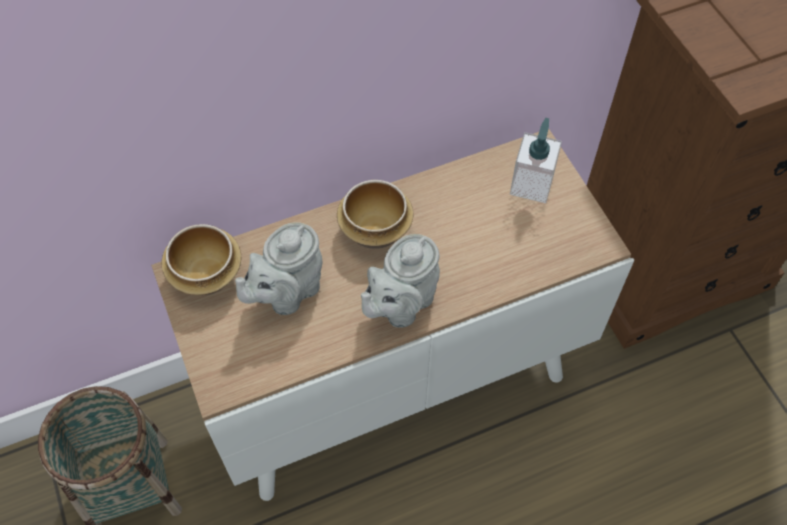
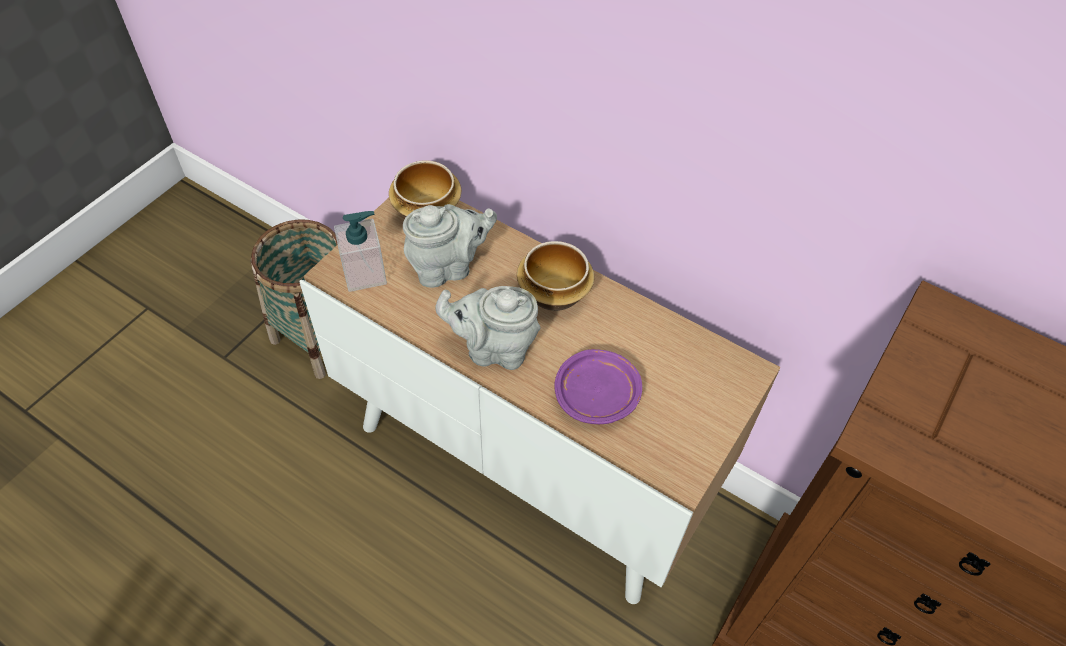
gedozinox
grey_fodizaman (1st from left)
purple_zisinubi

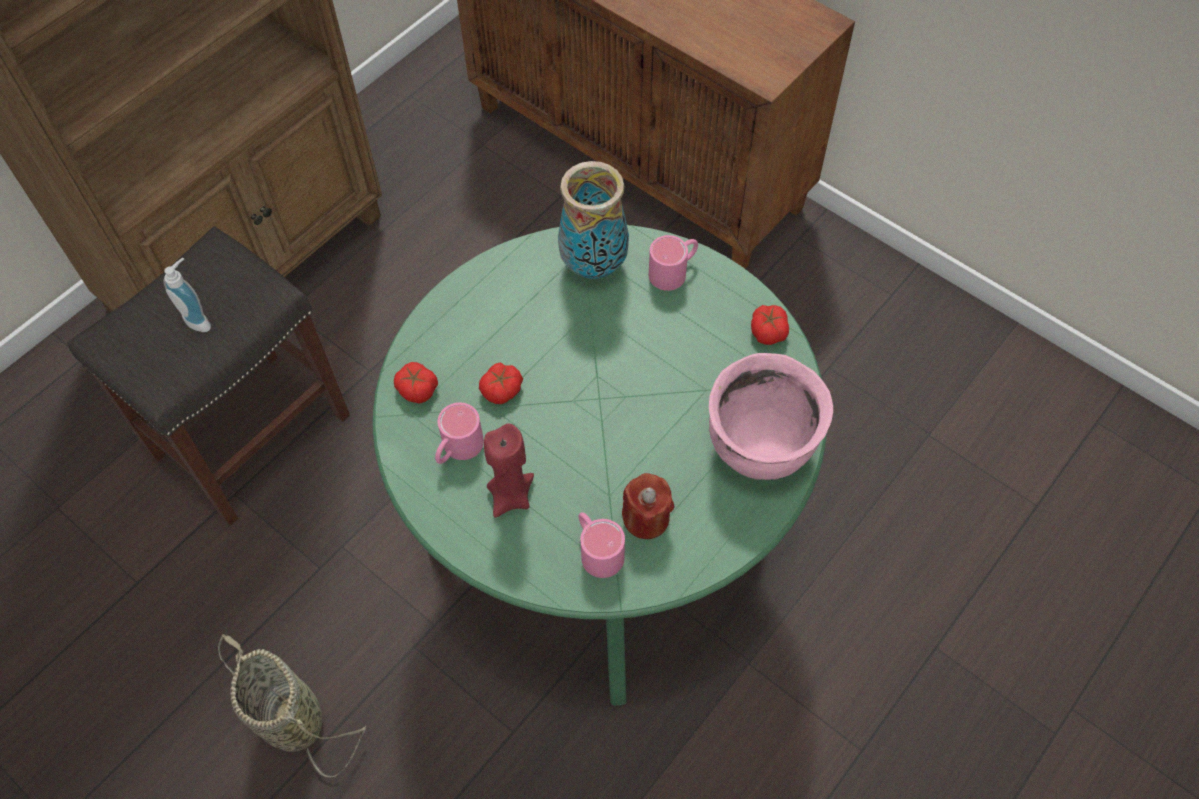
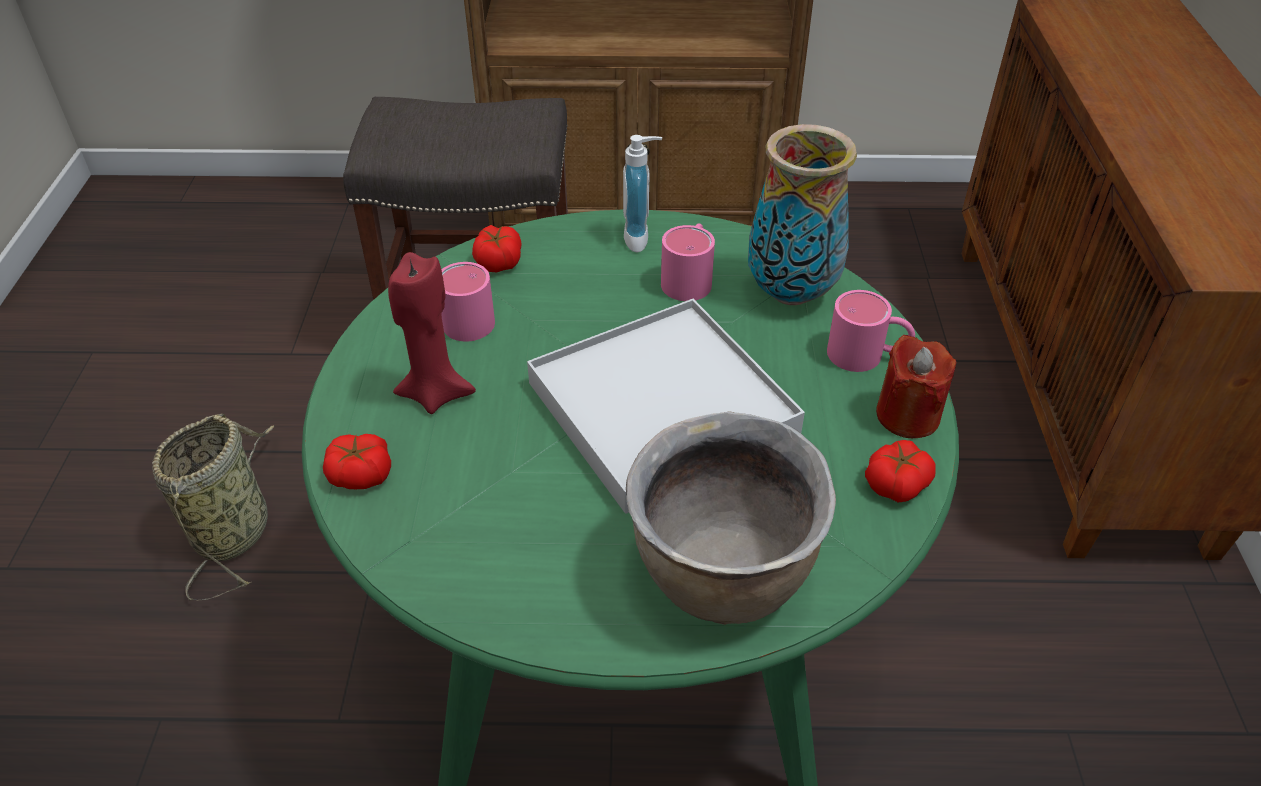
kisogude (1st from left)
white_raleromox
gedozinox
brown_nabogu
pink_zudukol (2nd from left)
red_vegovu (2nd from left)

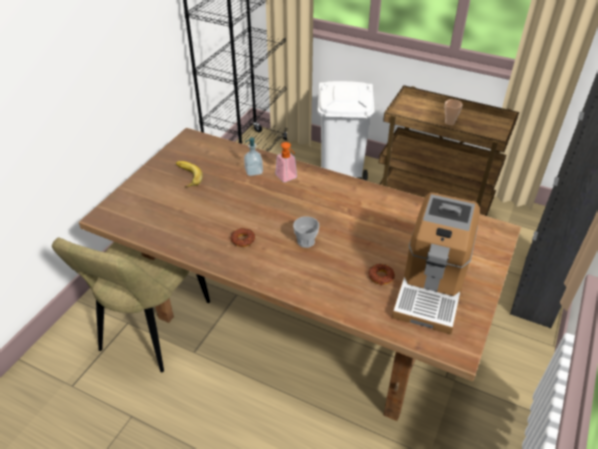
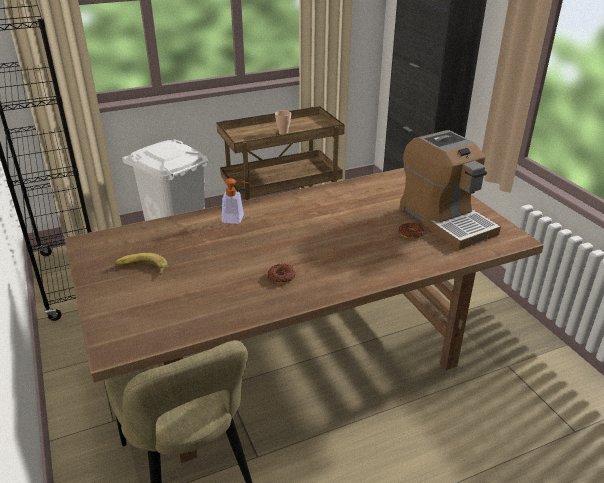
gedozinox (1st from left in the first image)
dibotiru (1st from left in the first image)

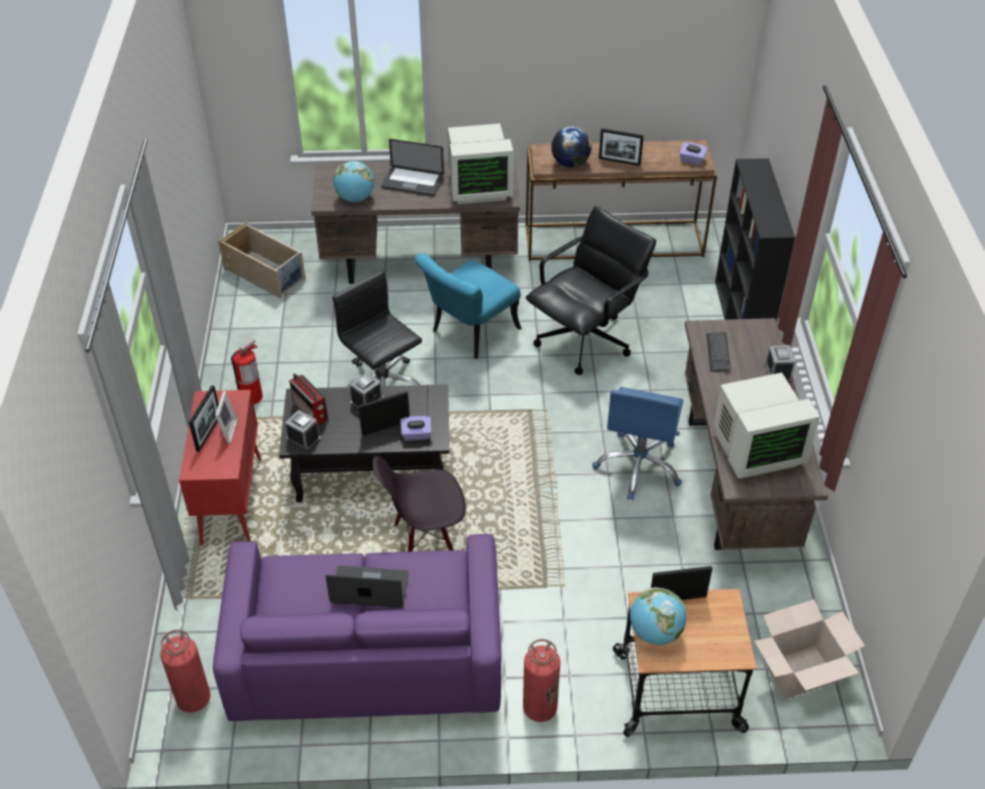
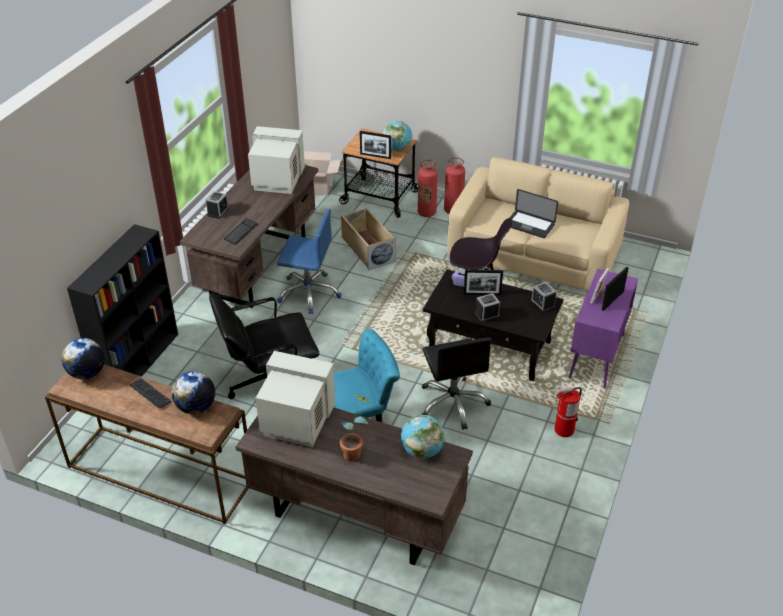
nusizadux (1st from left)
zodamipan (1st from left)
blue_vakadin
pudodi
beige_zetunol
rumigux (1st from left)
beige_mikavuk
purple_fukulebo
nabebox

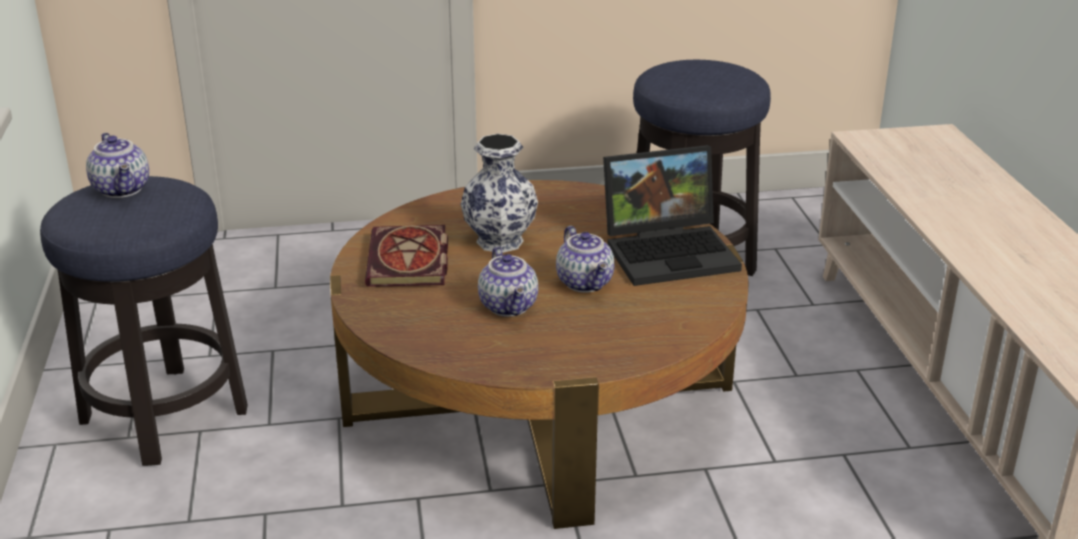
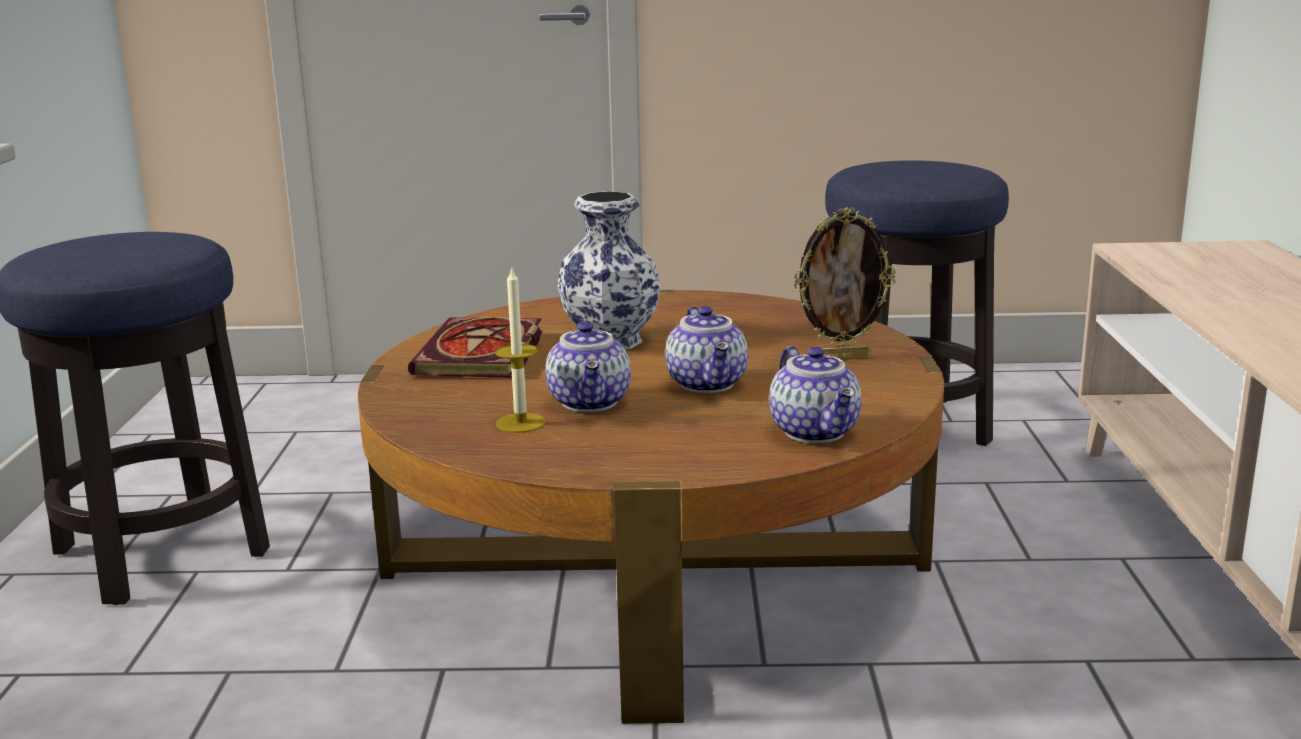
vegovu
fodizaman (3rd from left)
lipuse

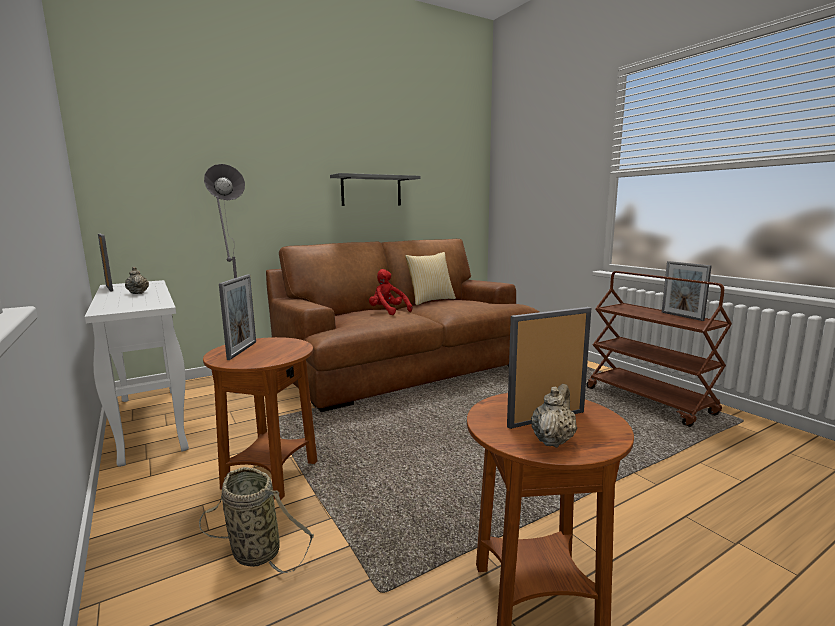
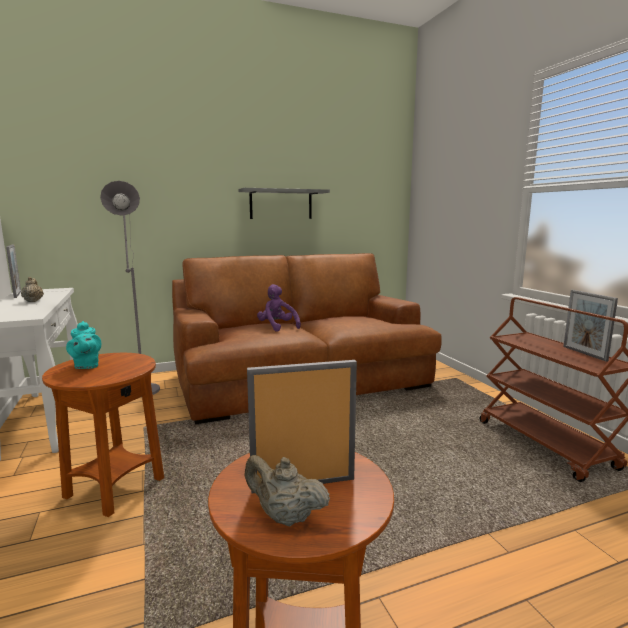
turquoise_fodizaman
beige_fodizaman (2nd from left)
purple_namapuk
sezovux
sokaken

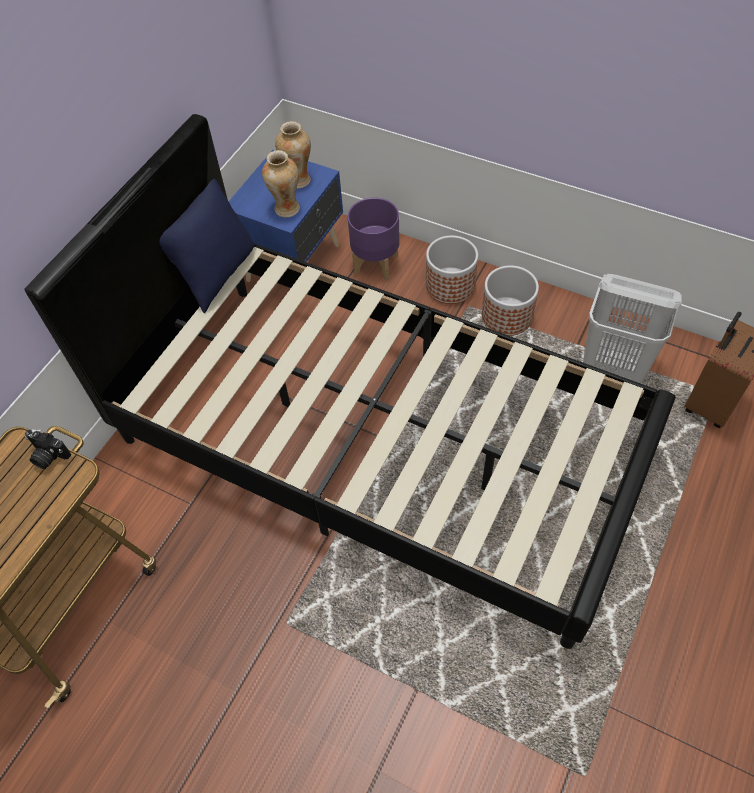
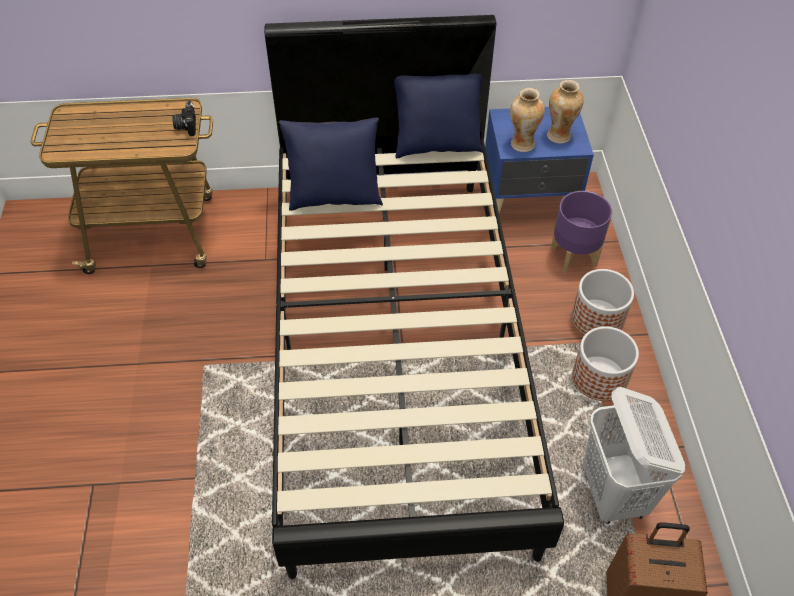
blue_sokaken (1st from left)

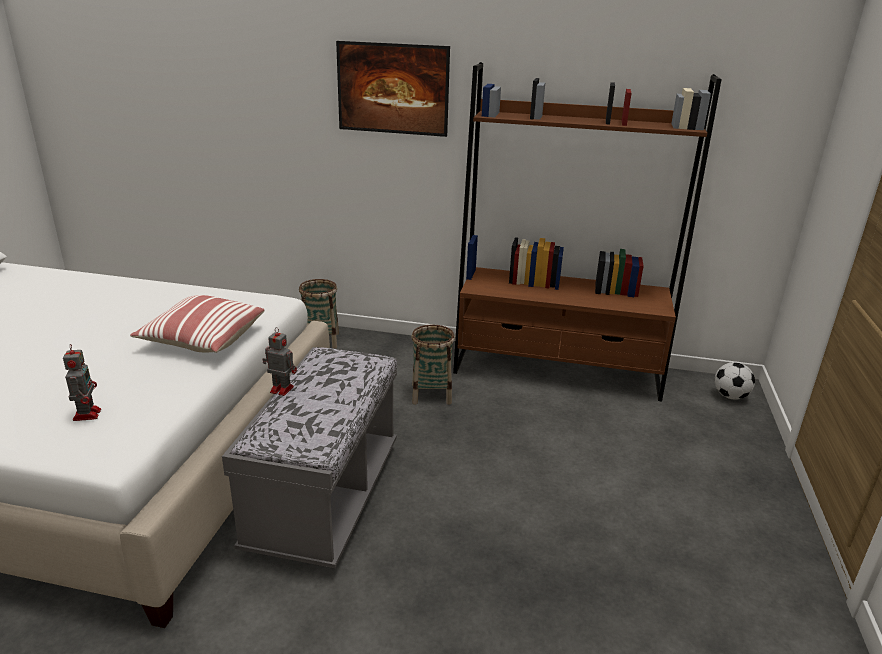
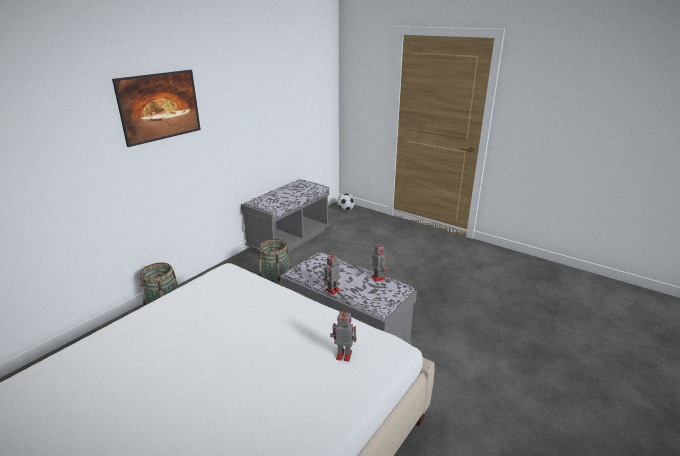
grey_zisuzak (1st from left)
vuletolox (3rd from left)
sokaken

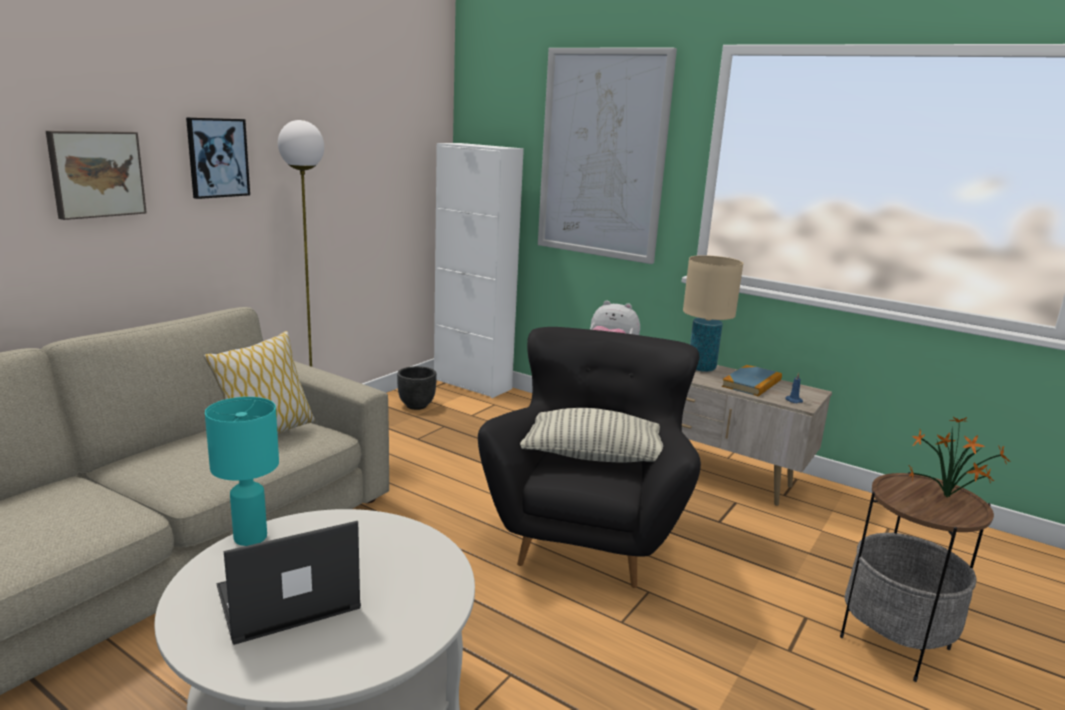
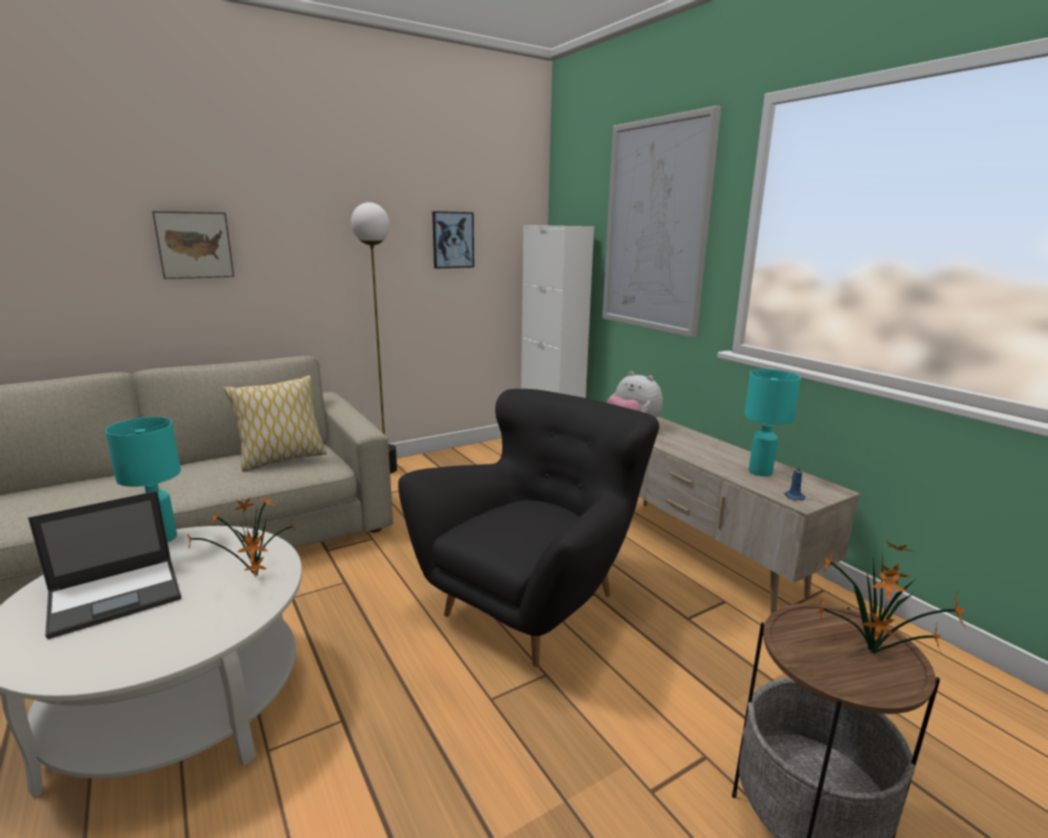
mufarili
pudodi (1st from left)
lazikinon (2nd from left)
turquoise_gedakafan (2nd from left)
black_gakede
sokaken (2nd from left in the first image)
beige_gedakafan

